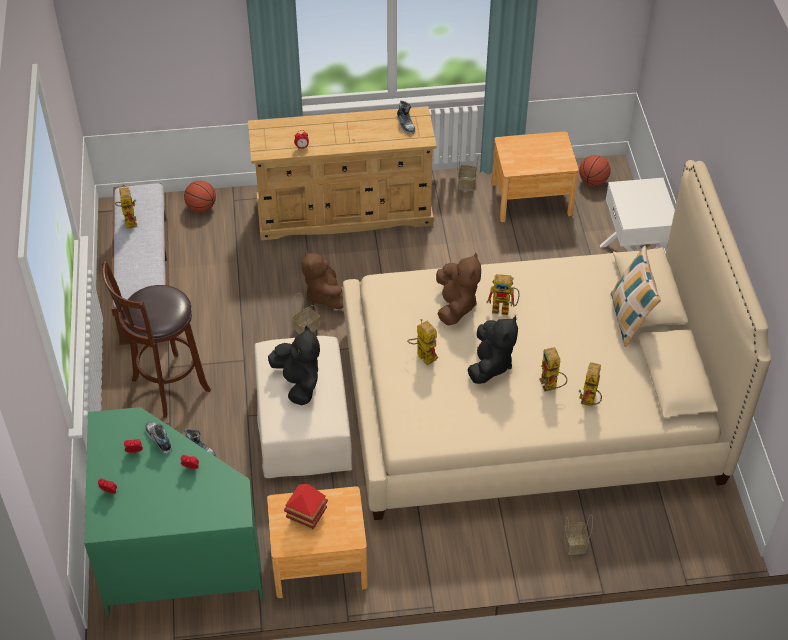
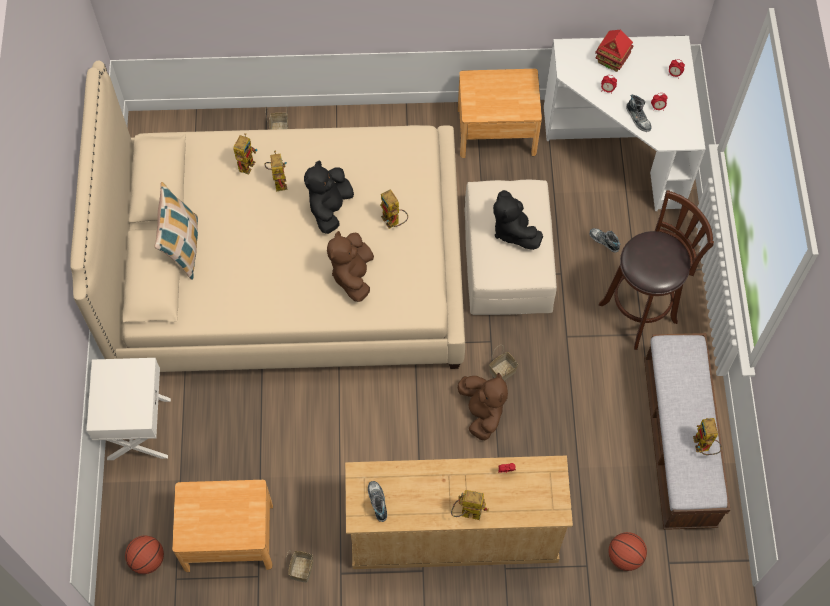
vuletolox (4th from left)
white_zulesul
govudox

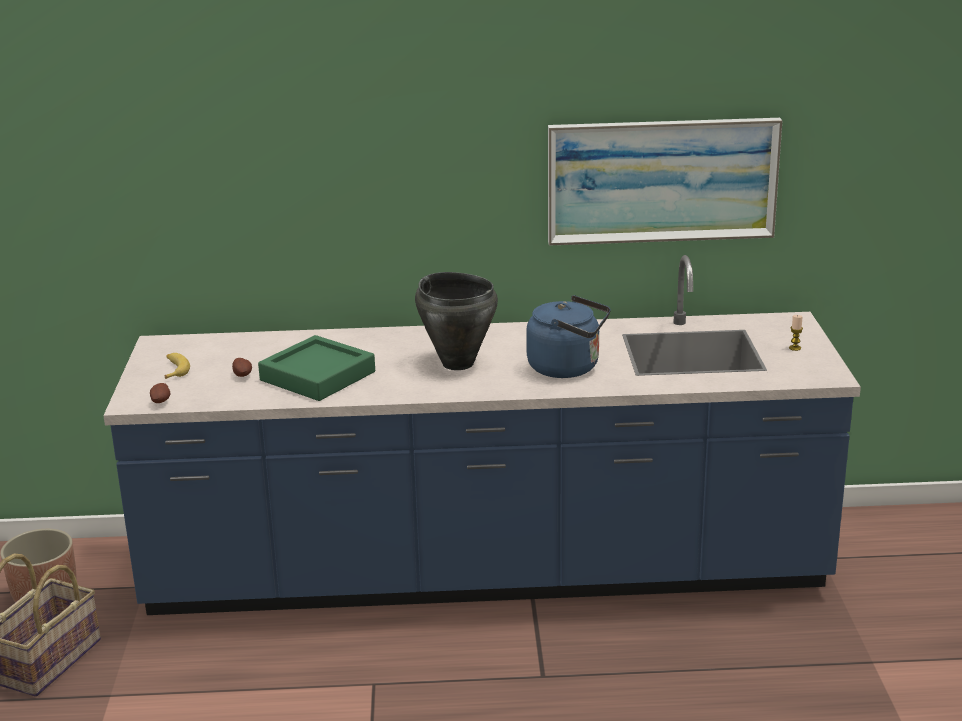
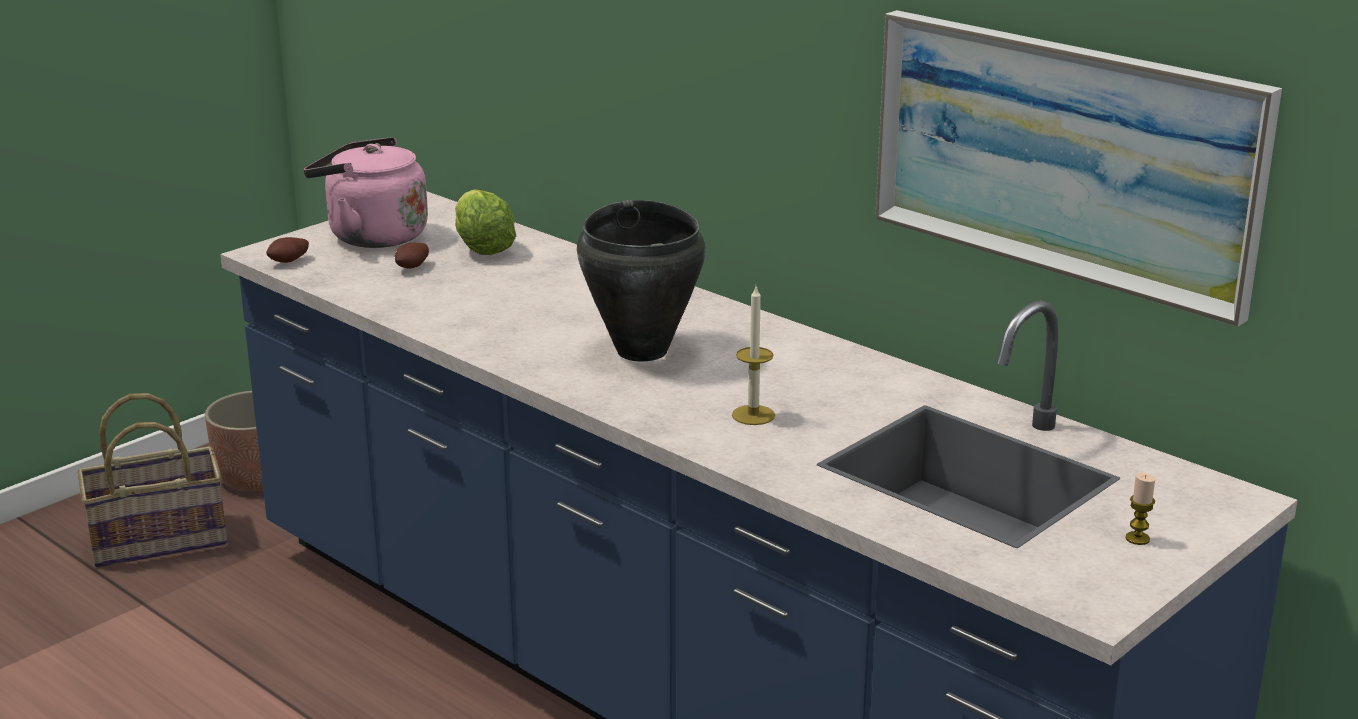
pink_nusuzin
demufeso
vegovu (1st from left)
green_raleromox

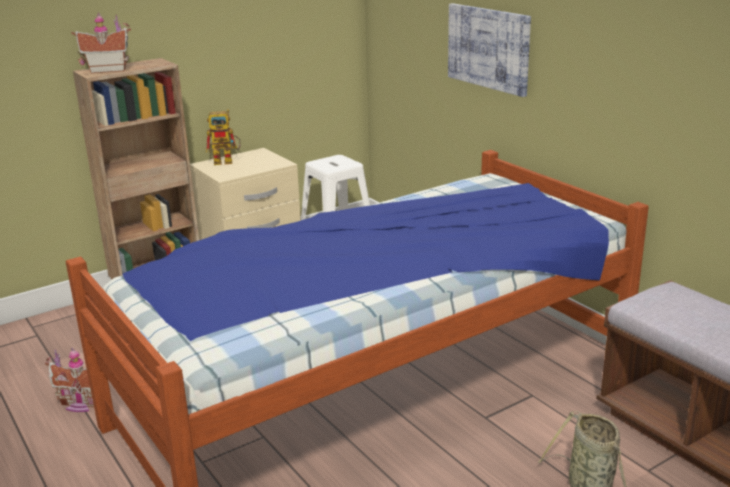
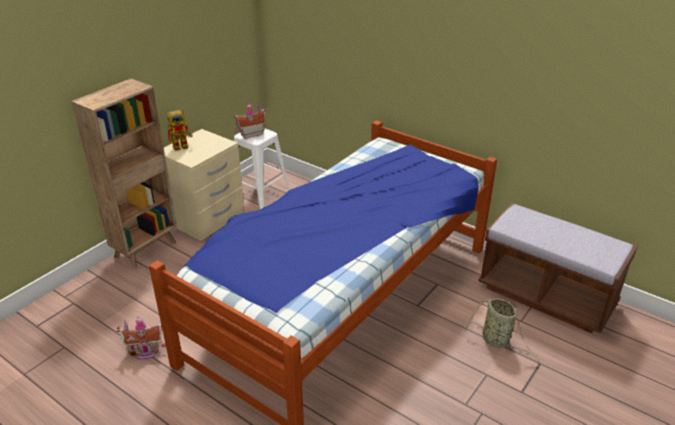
govudox (2nd from left)
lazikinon

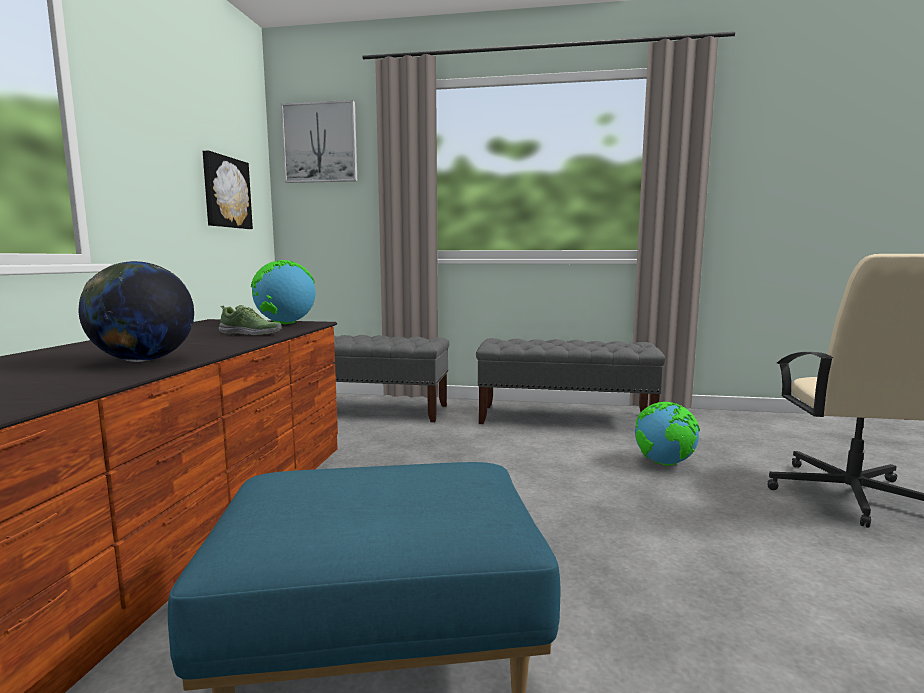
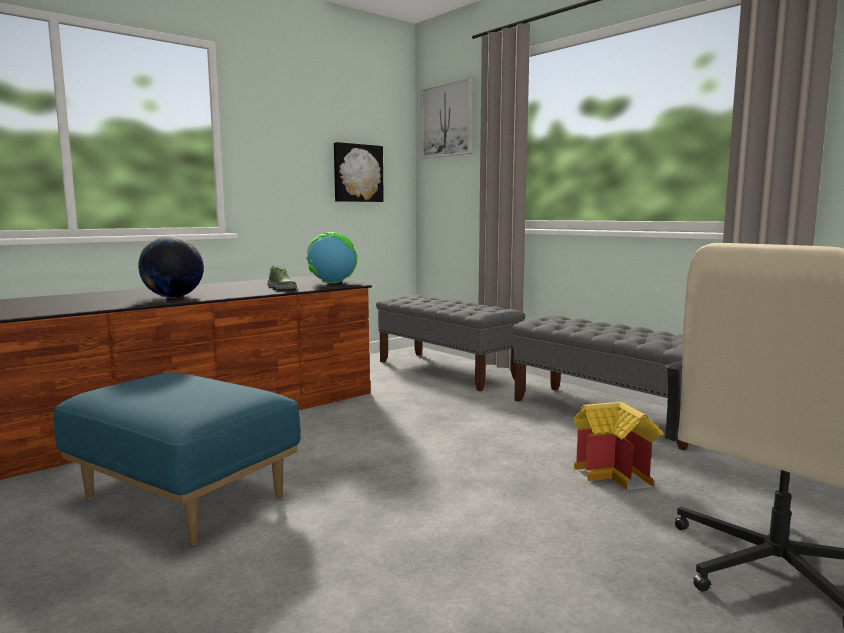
govudox

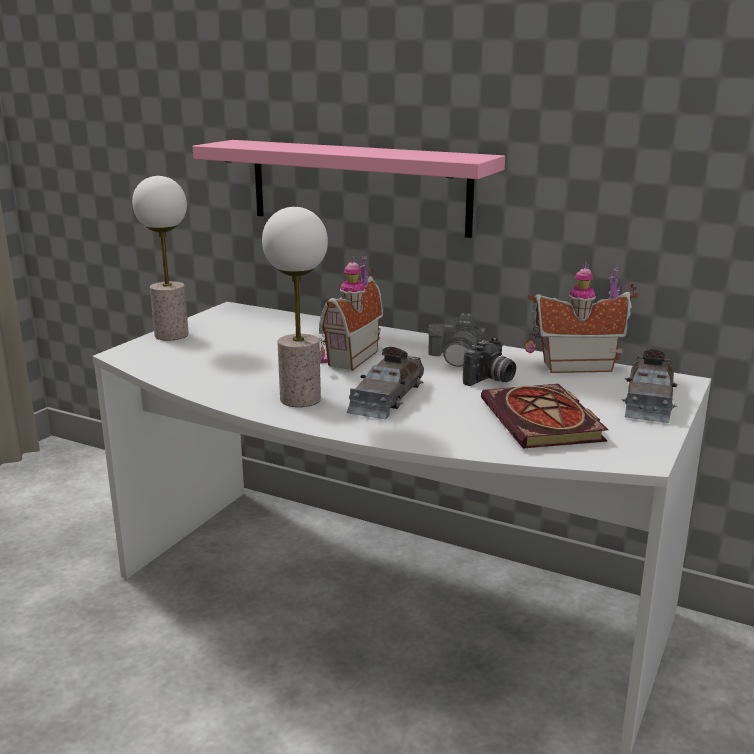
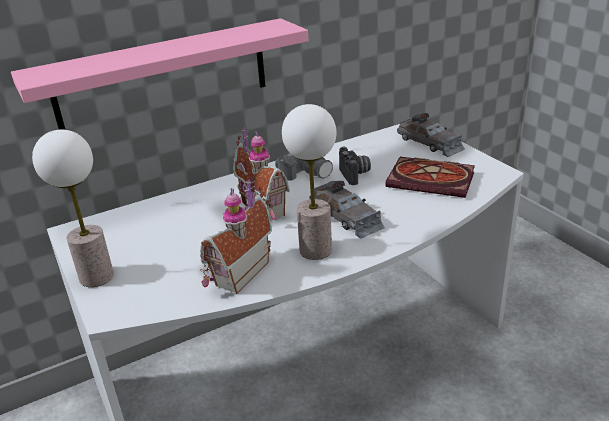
govudox (1st from left)

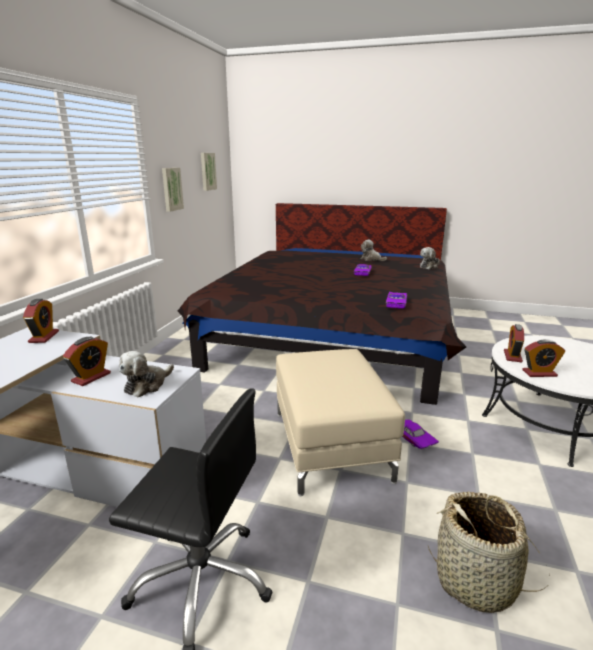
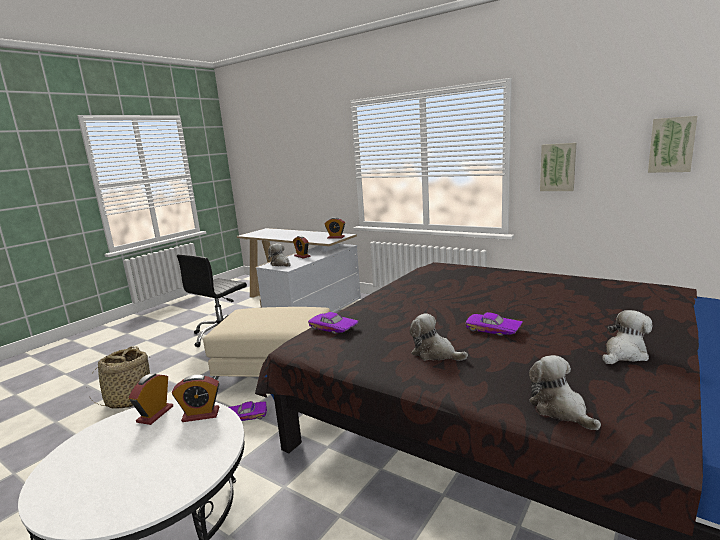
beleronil (2nd from left)
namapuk (2nd from left)

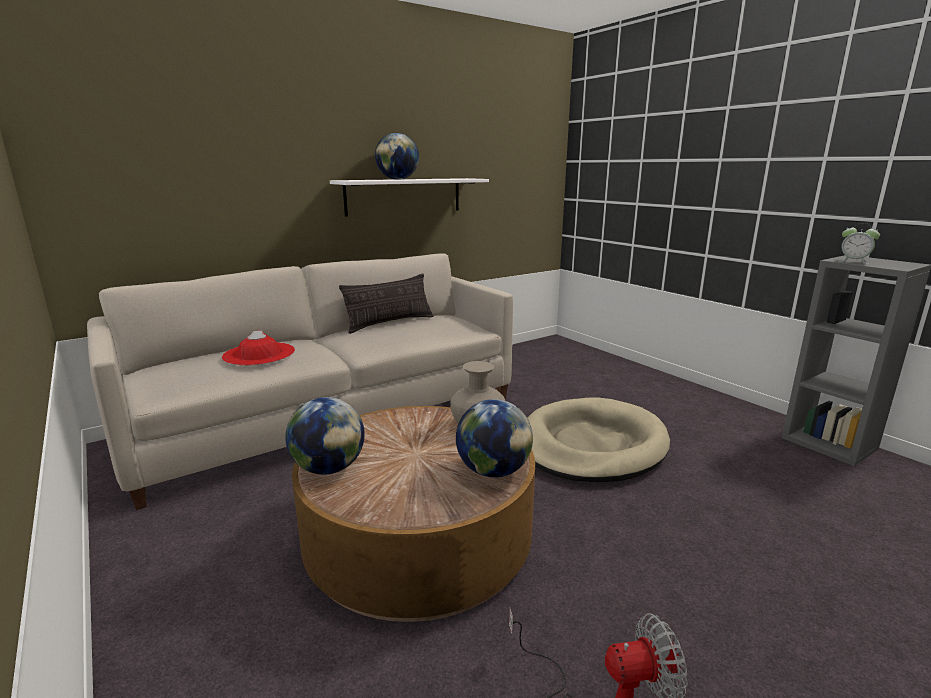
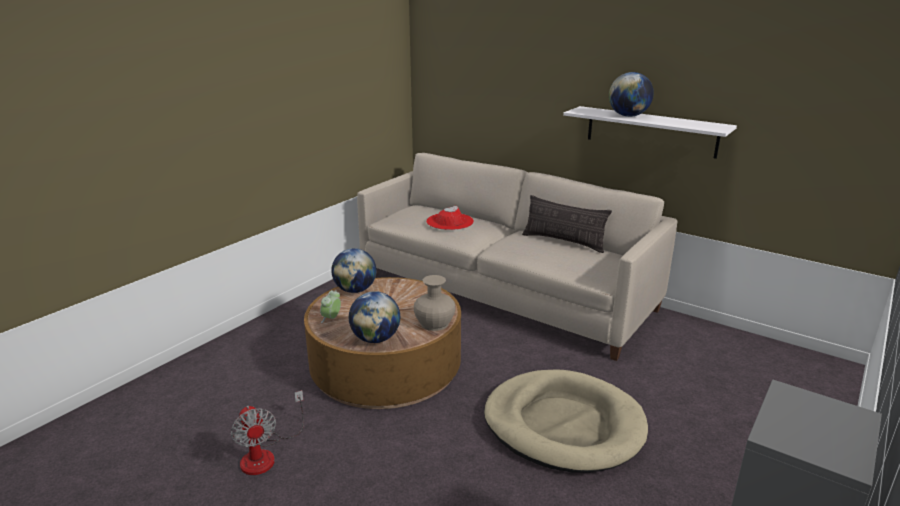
beleronil

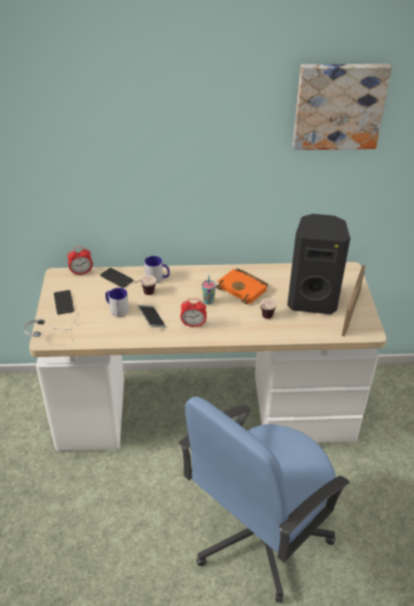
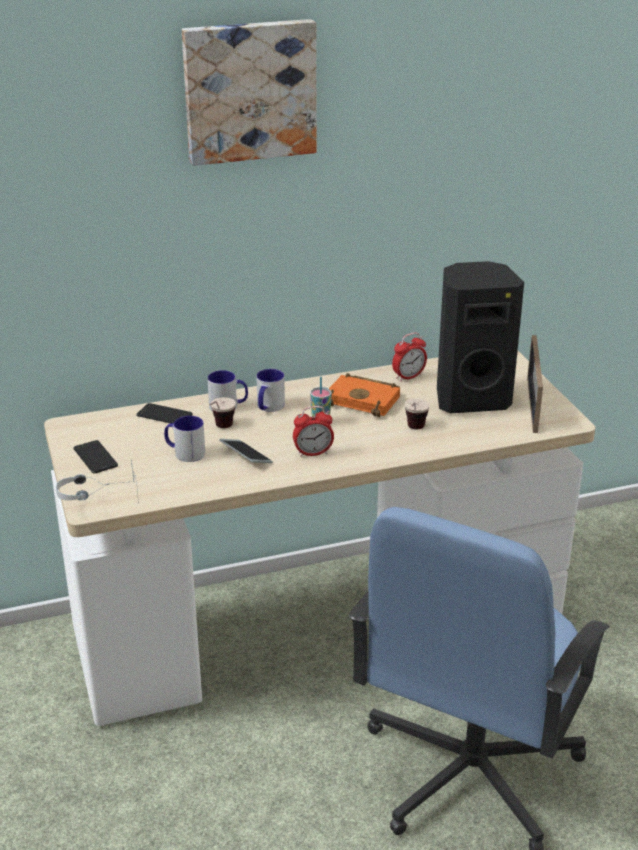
lazikinon
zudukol (3rd from left)
beleronil (2nd from left)

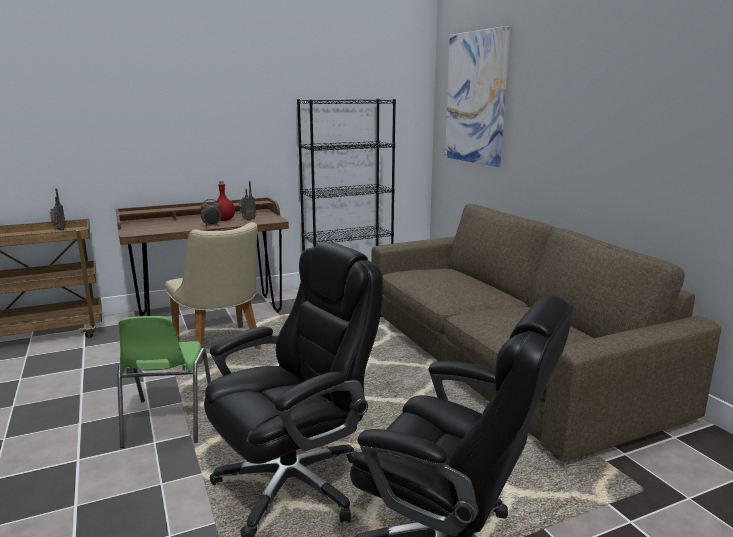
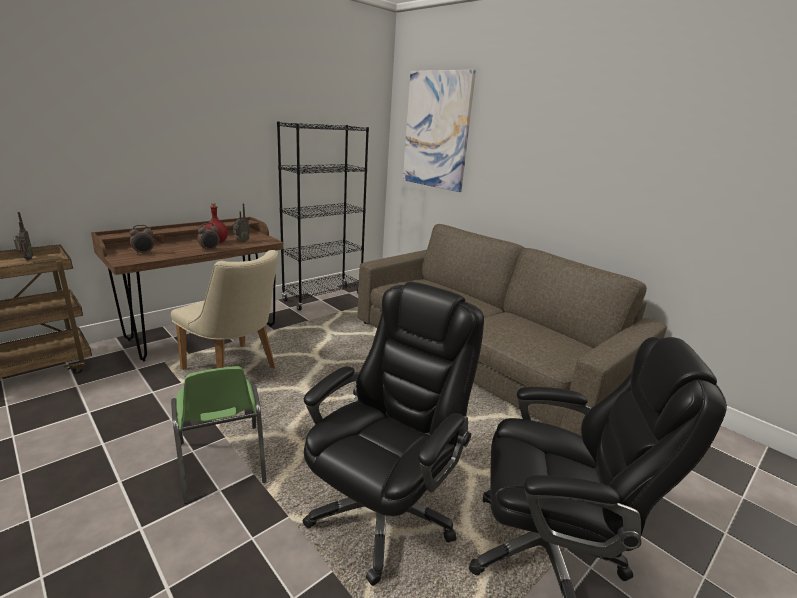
beleronil (1st from left)

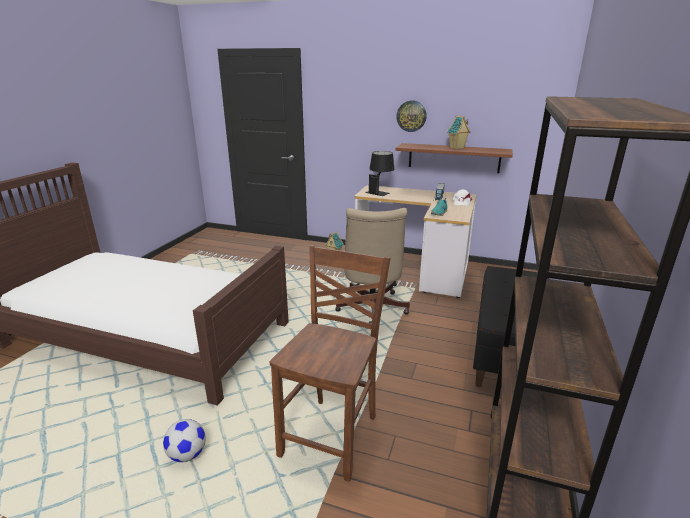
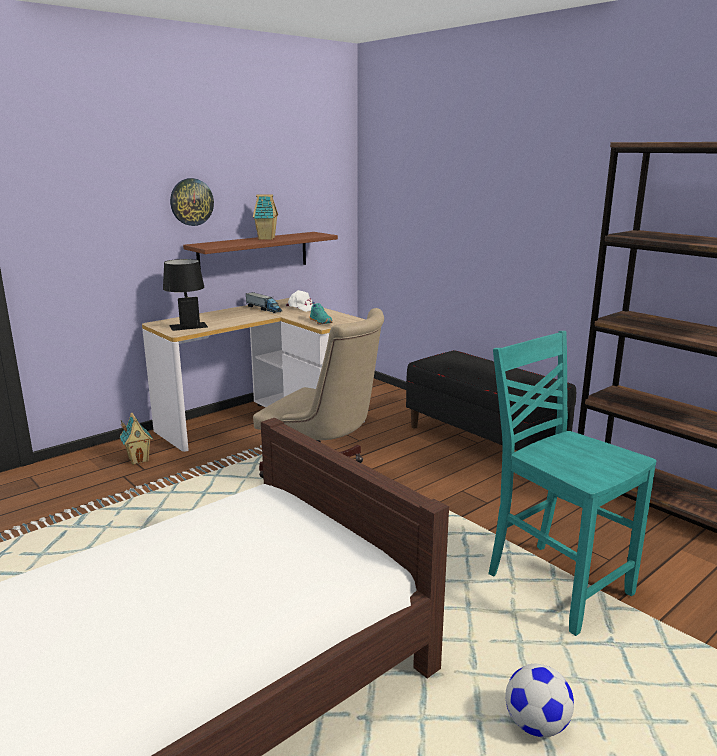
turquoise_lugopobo

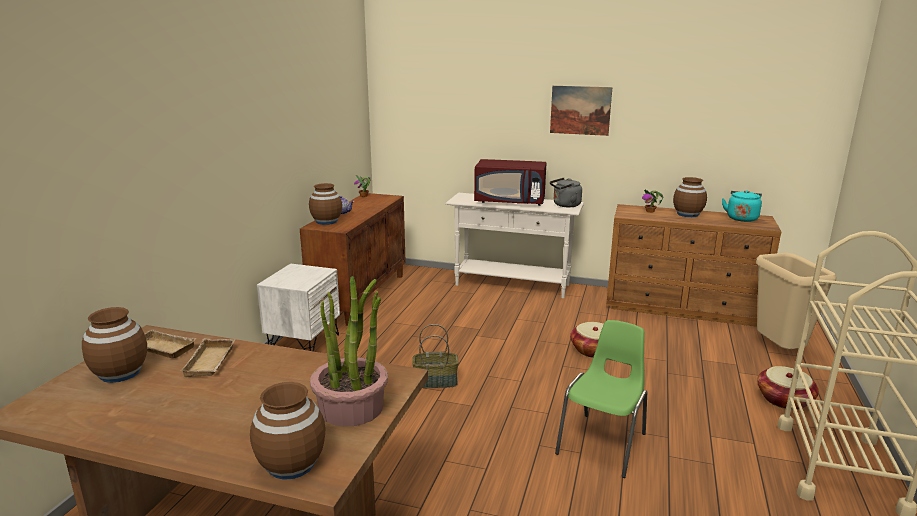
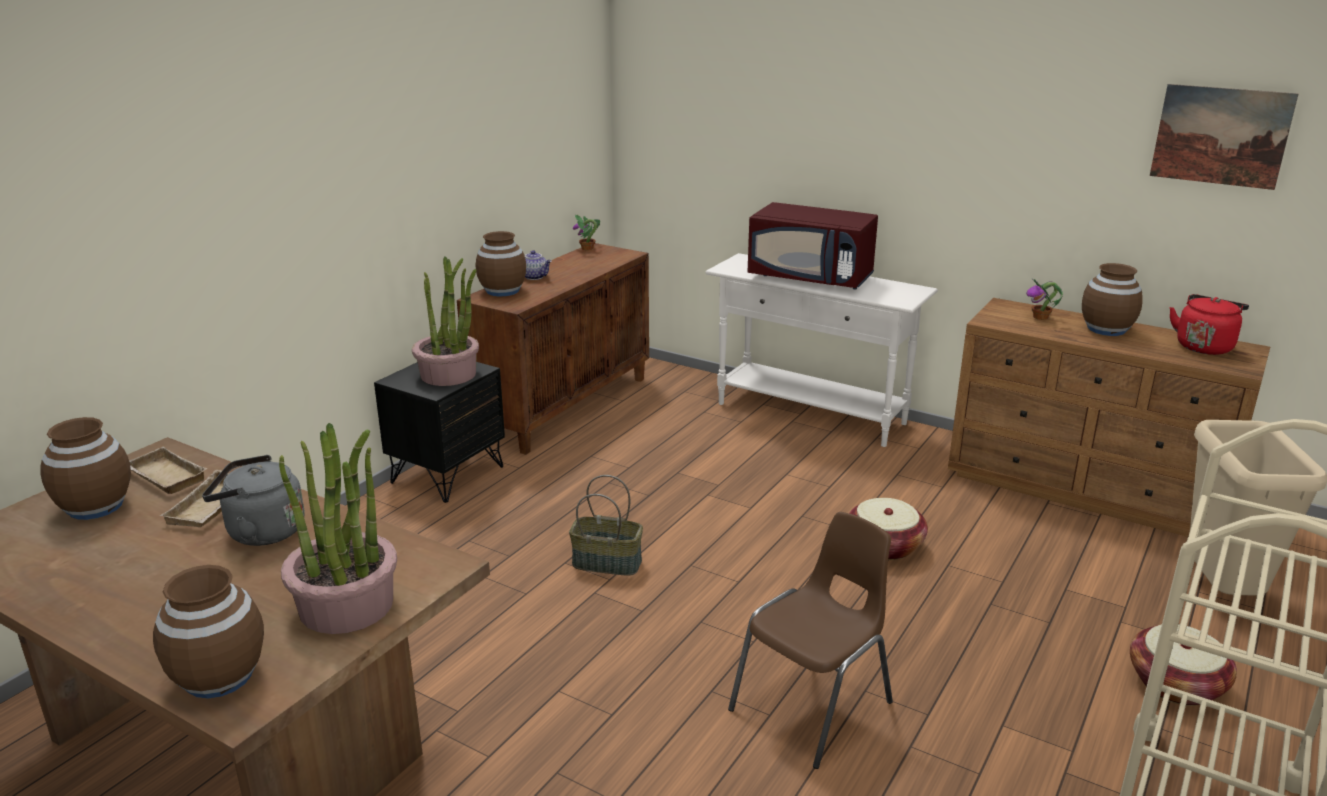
grey_nusuzin
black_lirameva
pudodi (2nd from left)
brown_lugopobo
lazikinon
red_nusuzin

